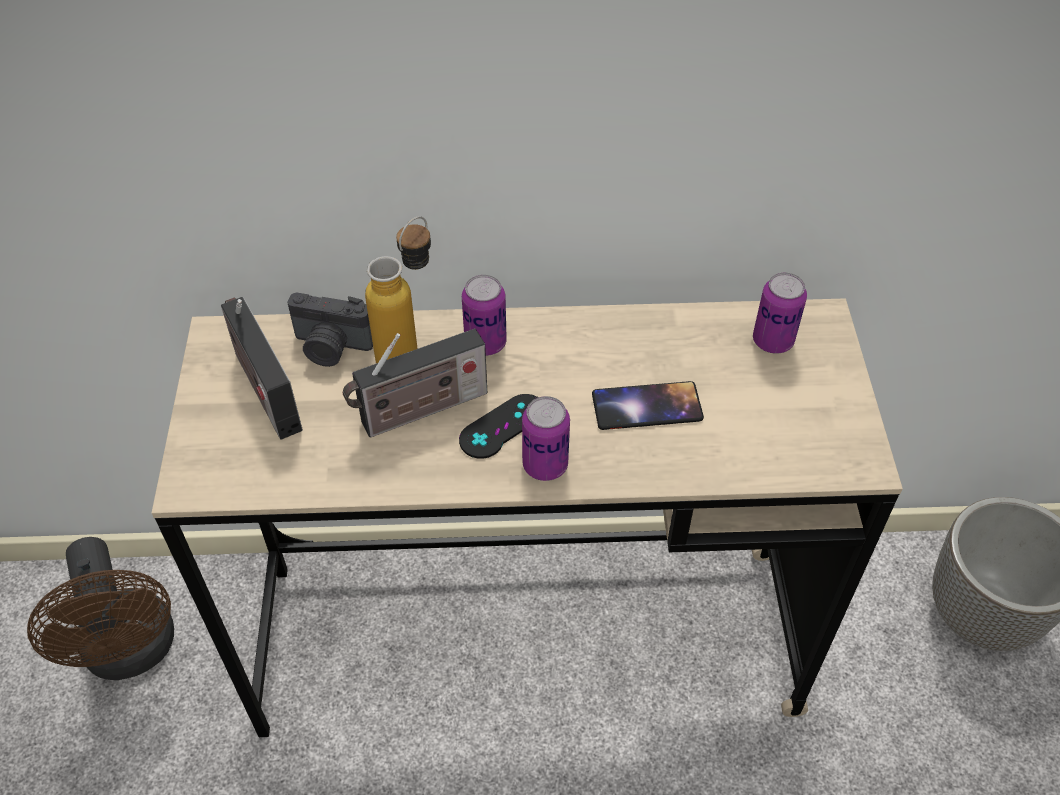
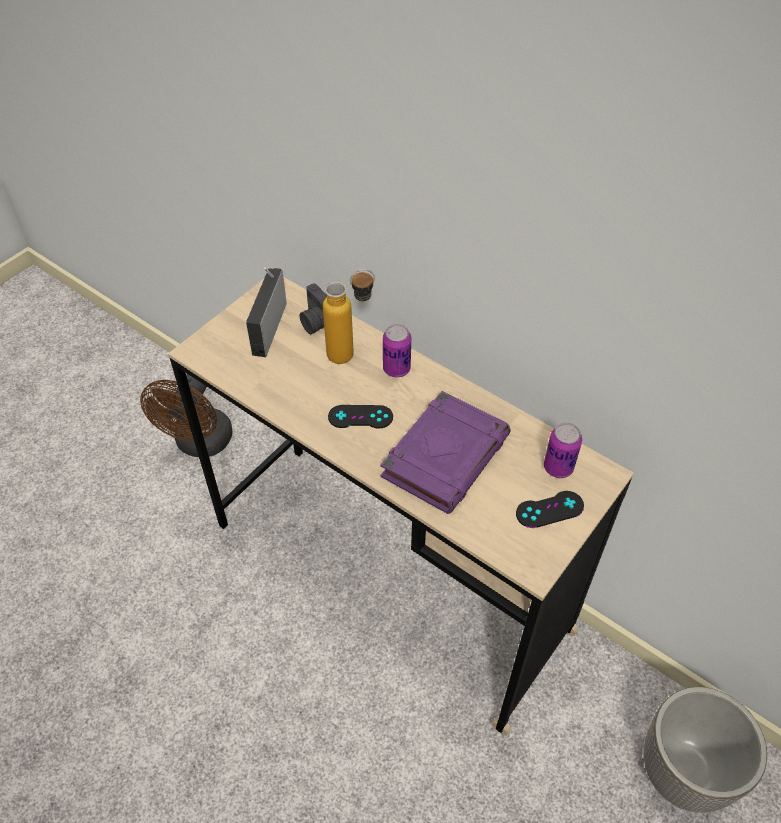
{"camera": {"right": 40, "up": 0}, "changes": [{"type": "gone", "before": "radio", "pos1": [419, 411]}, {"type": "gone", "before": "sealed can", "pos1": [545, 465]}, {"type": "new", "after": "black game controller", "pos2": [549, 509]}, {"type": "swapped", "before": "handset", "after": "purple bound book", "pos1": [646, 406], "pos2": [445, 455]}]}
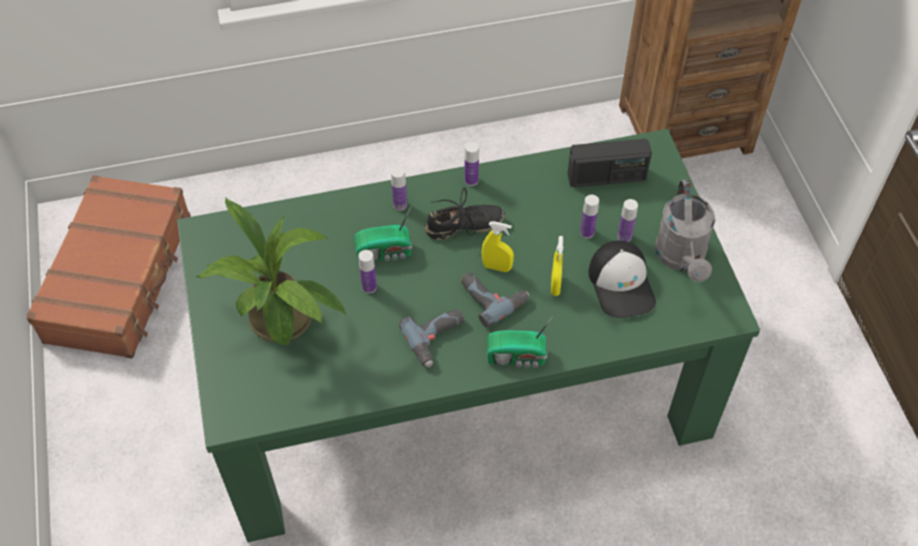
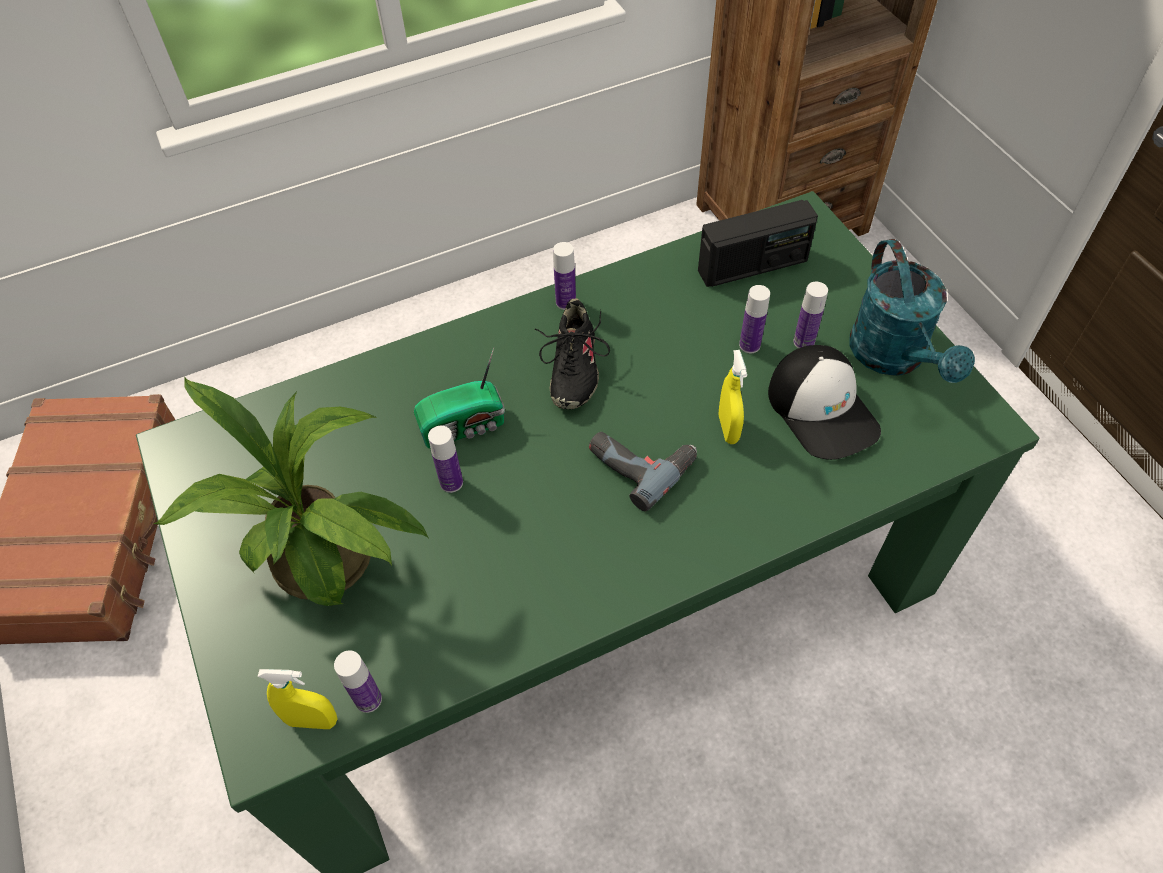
{"camera": {"right": -10, "up": 0}, "changes": [{"type": "gone", "before": "drill", "pos1": [438, 339]}, {"type": "gone", "before": "radio", "pos1": [518, 357]}, {"type": "shifted", "before": "bottle", "pos1": [400, 205], "pos2": [368, 699]}, {"type": "shifted", "before": "yellow-coloured hand sprayer", "pos1": [497, 267], "pos2": [312, 721]}, {"type": "repainted", "before": "greyish watering pot", "after": "turquoise-coloured watering pot", "pos1": [682, 259], "pos2": [894, 357]}, {"type": "rotated", "before": "black shoe", "pos1": [464, 227], "pos2": [572, 368], "turn": 120}]}
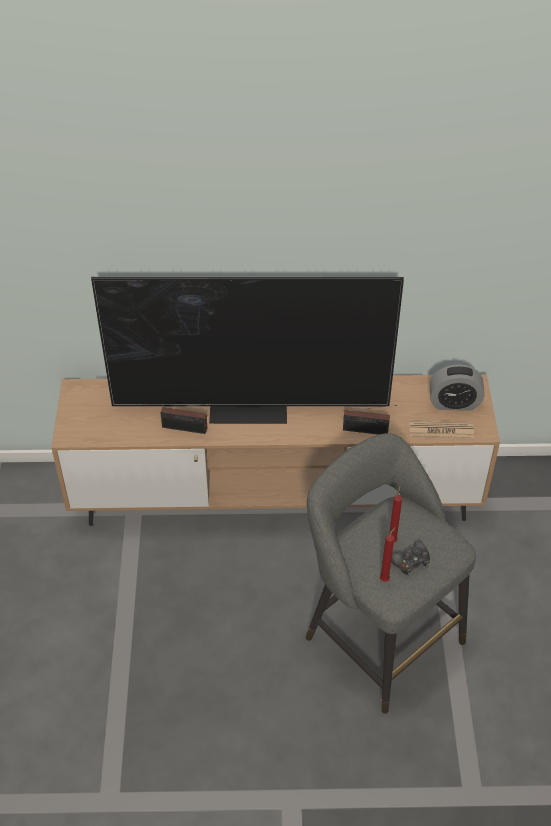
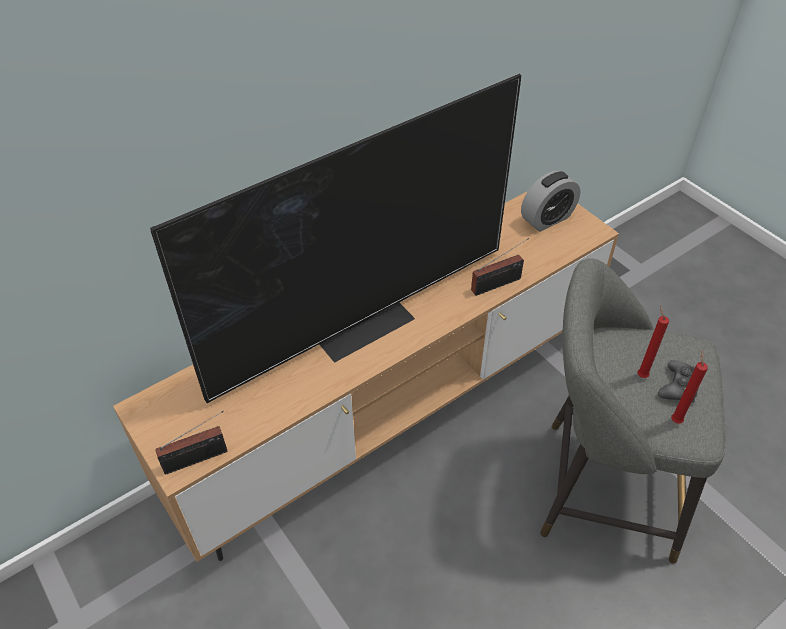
{"camera": {"right": -35, "up": 0}, "changes": [{"type": "gone", "before": "newspaper", "pos1": [441, 430]}, {"type": "shifted", "before": "radio", "pos1": [187, 429], "pos2": [199, 458]}]}
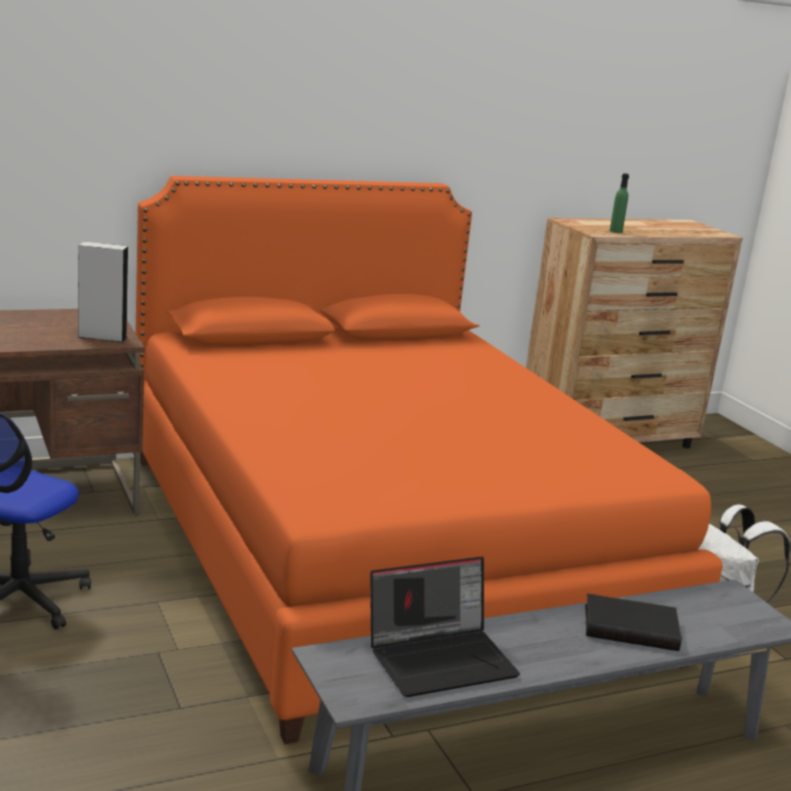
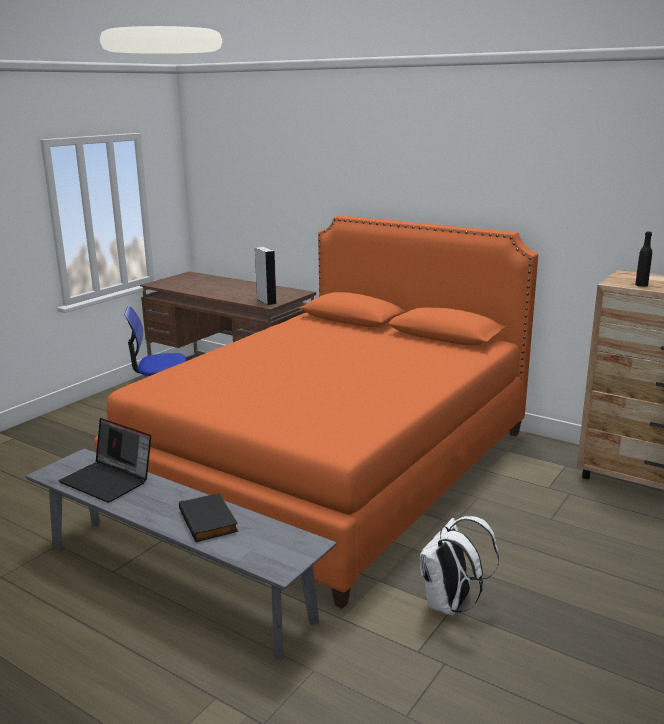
{"camera": {"right": 60, "up": 0}, "changes": [{"type": "repainted", "before": "green-coloured bottle", "after": "black bottle", "pos1": [616, 231], "pos2": [641, 285]}]}
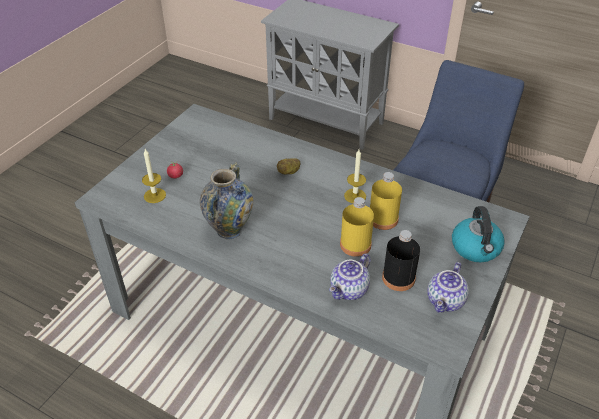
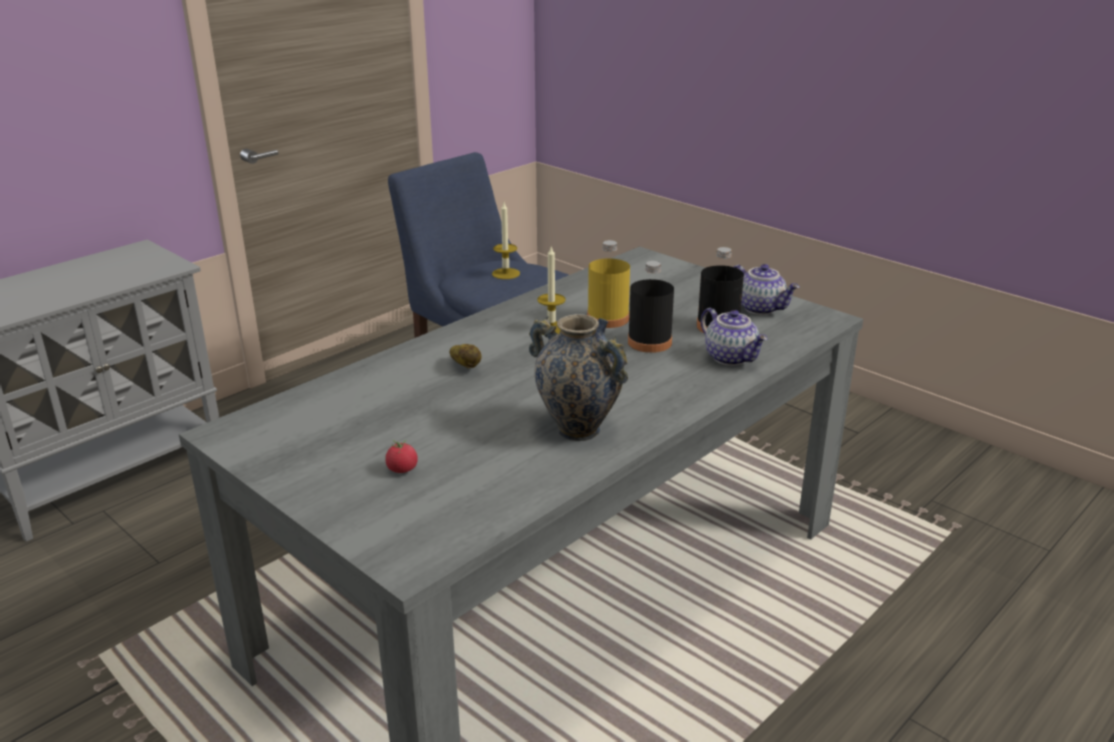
{"camera": {"right": -75, "up": -15}, "changes": [{"type": "gone", "before": "water kettle", "pos1": [476, 248]}, {"type": "shifted", "before": "wax light", "pos1": [155, 195], "pos2": [506, 273]}, {"type": "repainted", "before": "yellow-coloured bottle", "after": "black bottle", "pos1": [355, 245], "pos2": [649, 342]}]}
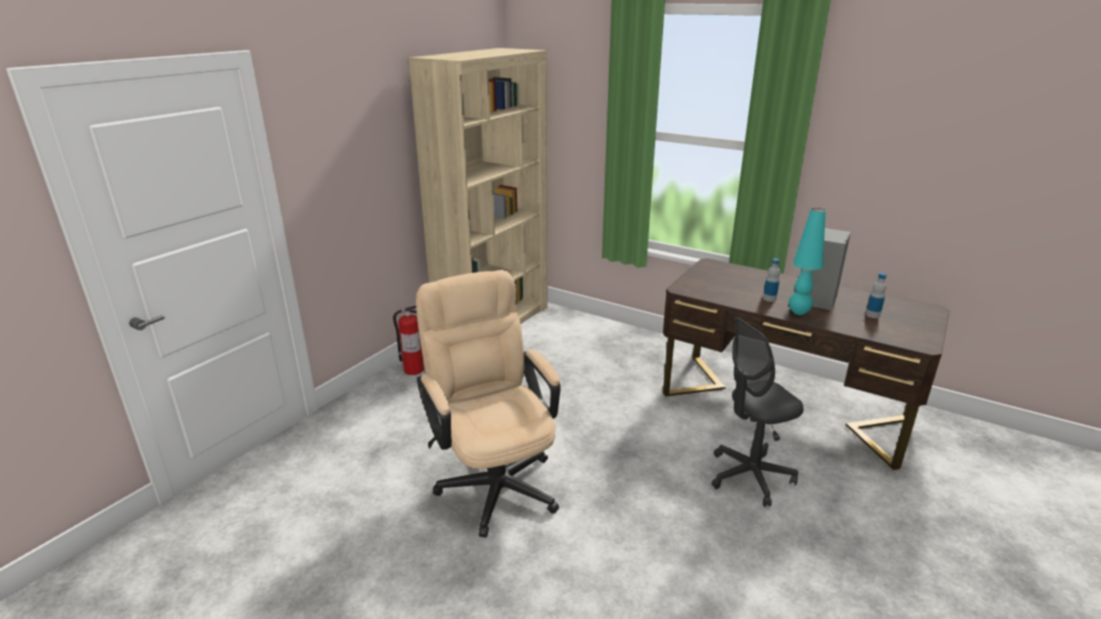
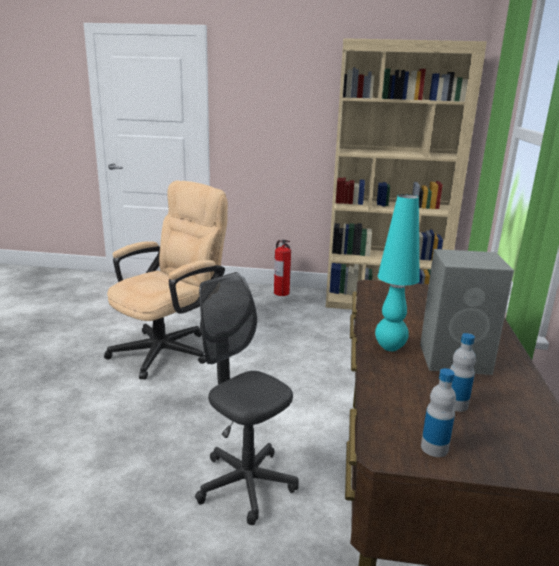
{"camera": {"right": 65, "up": -5}, "changes": [{"type": "shifted", "before": "bottle", "pos1": [769, 299], "pos2": [434, 448]}]}
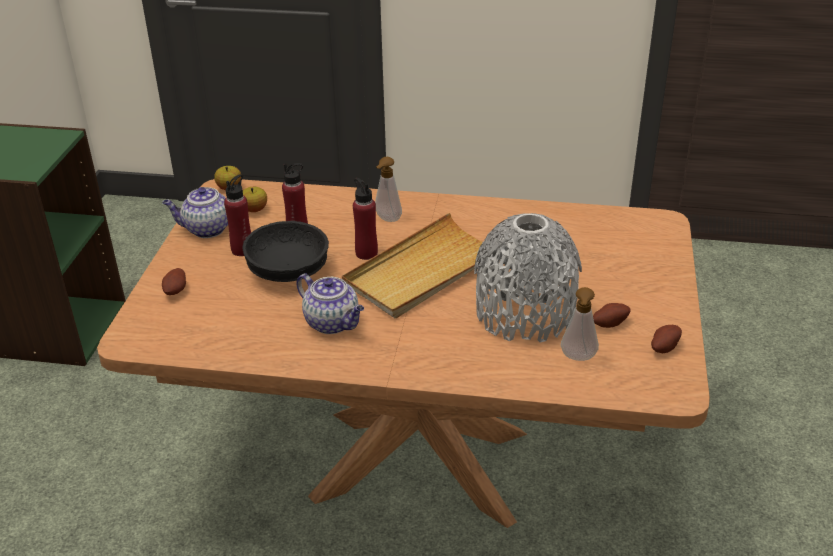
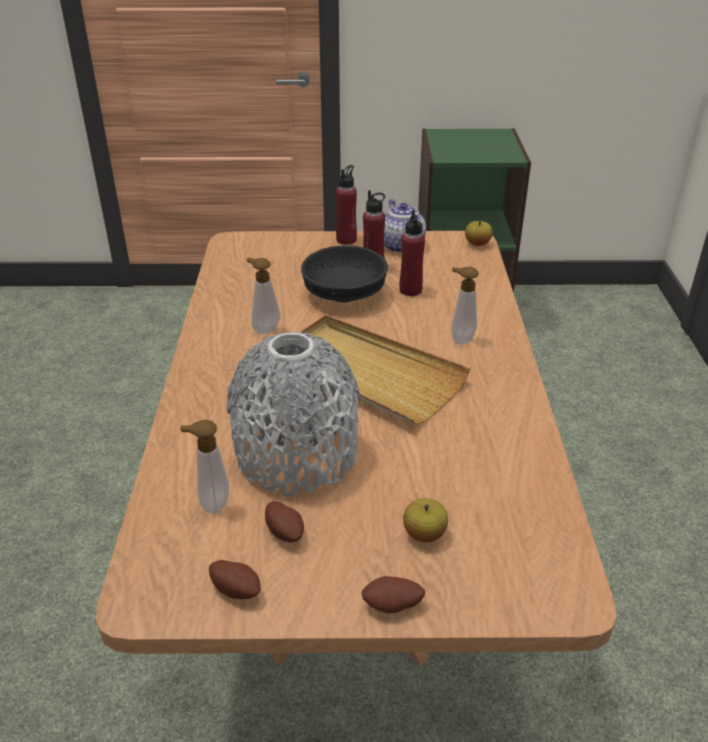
{"camera": {"right": 80, "up": 0}, "changes": [{"type": "shifted", "before": "potato", "pos1": [176, 291], "pos2": [392, 607]}, {"type": "shifted", "before": "whole apple", "pos1": [254, 209], "pos2": [424, 534]}, {"type": "shifted", "before": "reddish bottle", "pos1": [366, 253], "pos2": [346, 240]}, {"type": "swapped", "before": "pot for tea", "after": "soap bottle", "pos1": [333, 323], "pos2": [264, 329]}]}
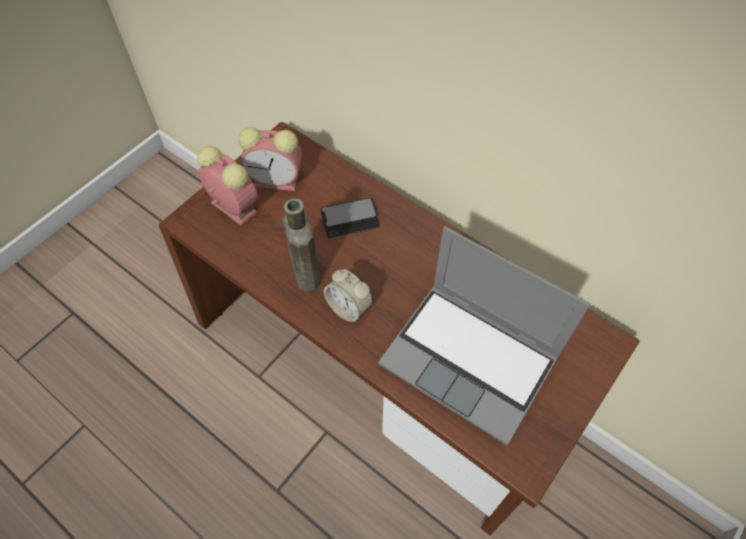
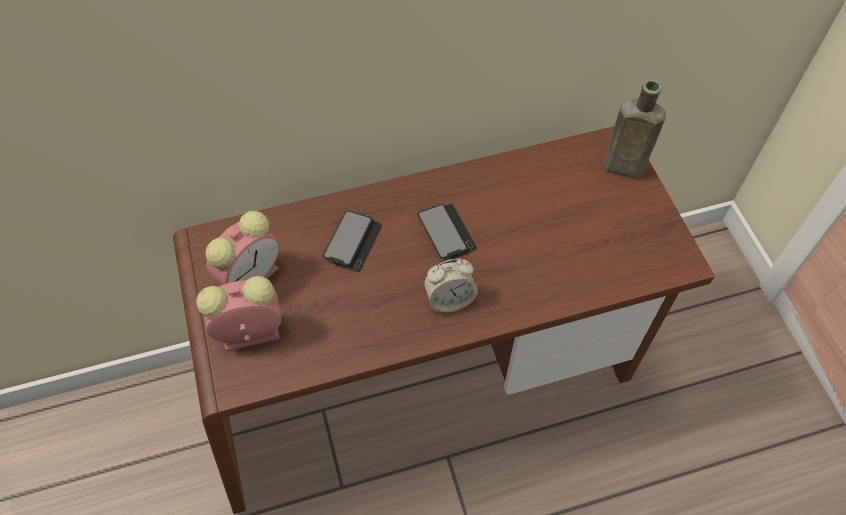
{"camera": {"right": -55, "up": 0}, "changes": [{"type": "gone", "before": "laptop", "pos1": [471, 361]}, {"type": "new", "after": "handset", "pos2": [446, 232]}, {"type": "shifted", "before": "brownish bottle", "pos1": [305, 271], "pos2": [620, 166]}]}
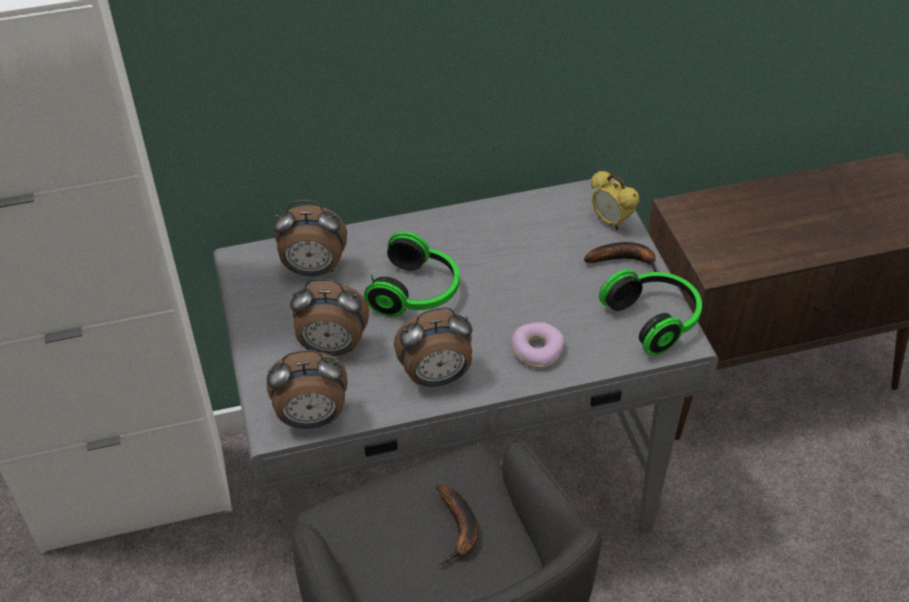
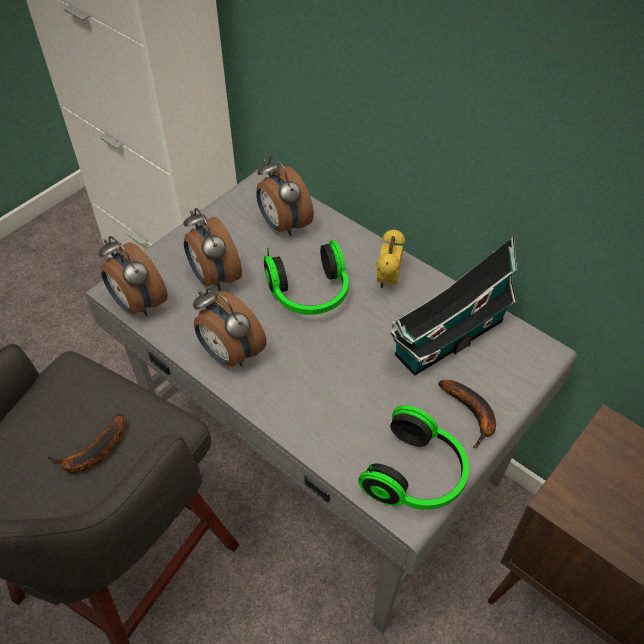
{"camera": {"right": 55, "up": 5}, "changes": [{"type": "gone", "before": "donut", "pos1": [536, 350]}, {"type": "new", "after": "toy house", "pos2": [445, 340]}, {"type": "shifted", "before": "table clock", "pos1": [611, 222], "pos2": [387, 280]}]}
